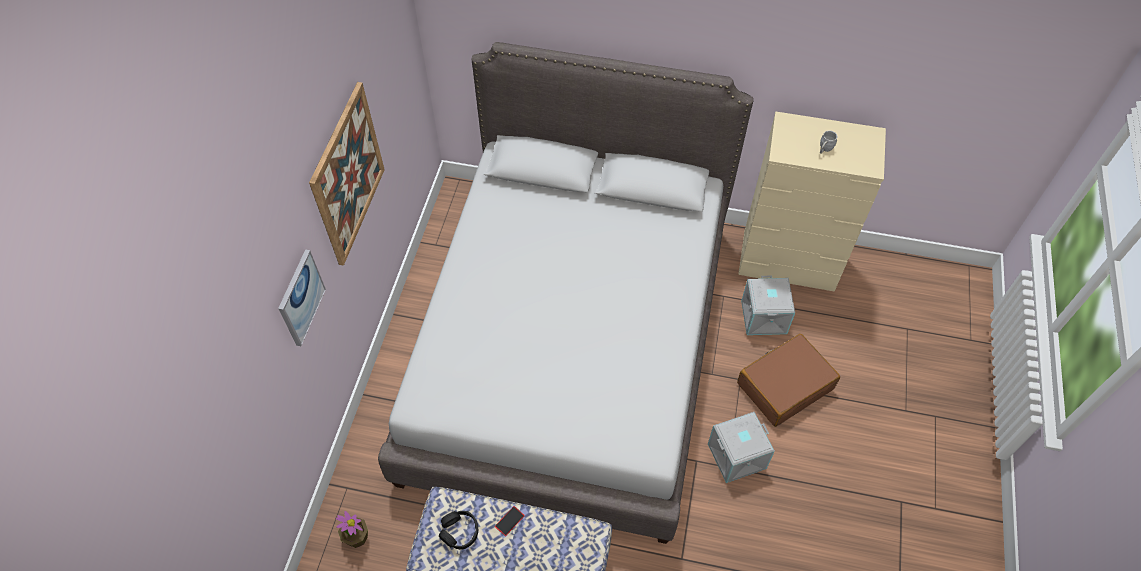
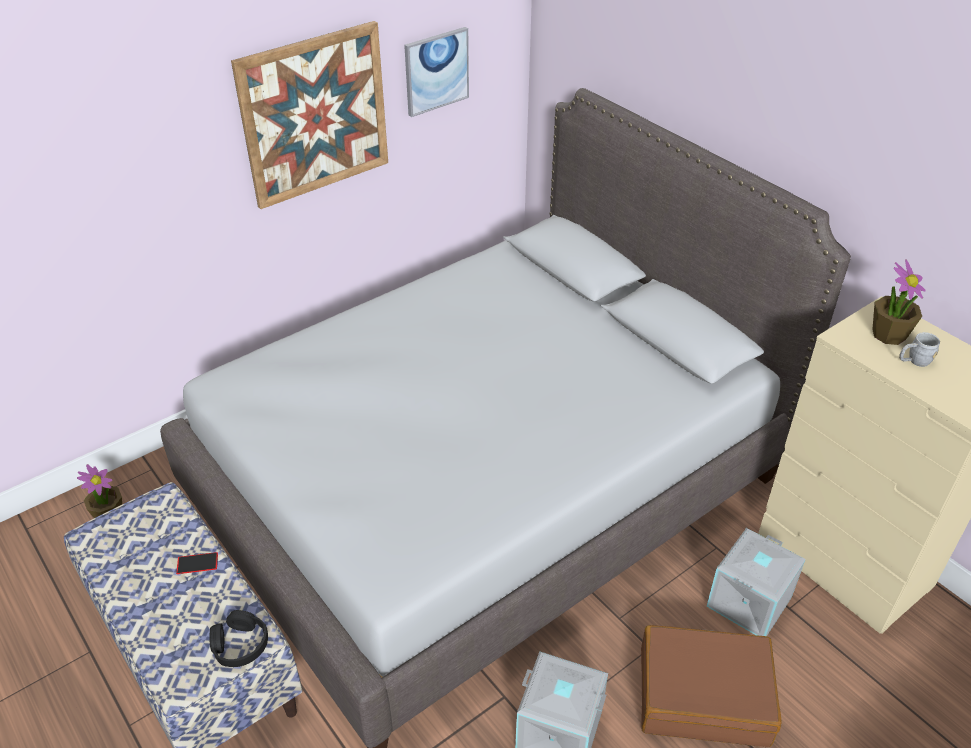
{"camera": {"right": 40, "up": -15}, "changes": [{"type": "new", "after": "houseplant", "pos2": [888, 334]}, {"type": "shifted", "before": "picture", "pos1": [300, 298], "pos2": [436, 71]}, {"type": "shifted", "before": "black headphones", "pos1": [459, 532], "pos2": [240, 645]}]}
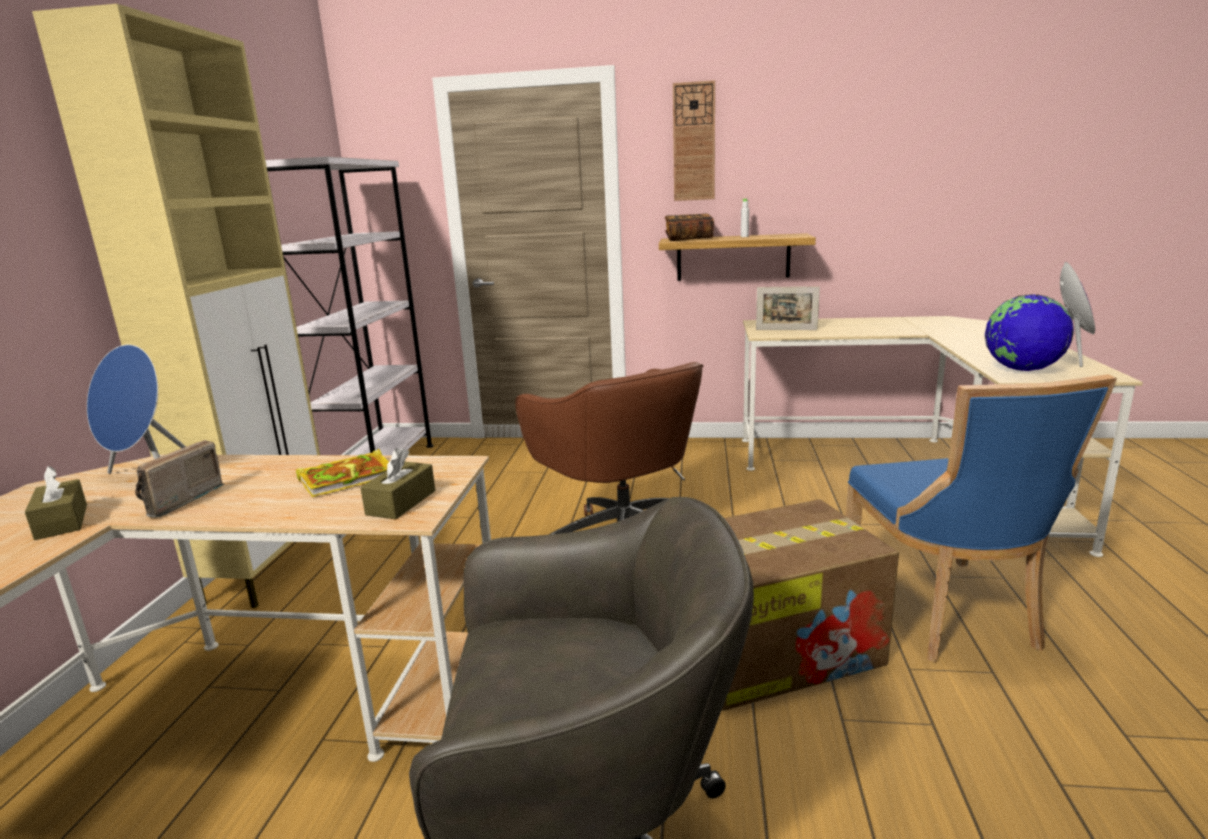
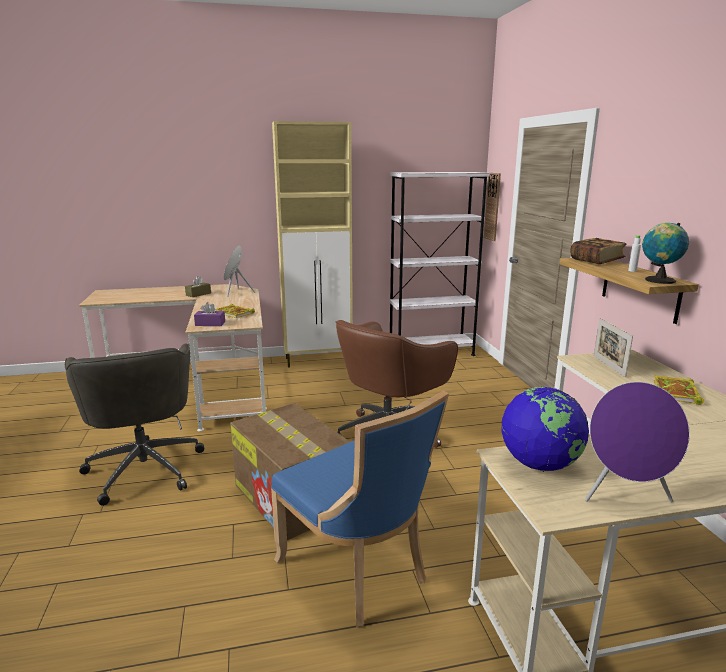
{"camera": {"right": 70, "up": 0}, "changes": [{"type": "gone", "before": "radio", "pos1": [176, 501]}, {"type": "new", "after": "globe", "pos2": [657, 280]}, {"type": "new", "after": "bound book", "pos2": [676, 393]}, {"type": "shifted", "before": "hanging clock", "pos1": [694, 142], "pos2": [492, 206]}, {"type": "repainted", "before": "brownish tissue holder", "after": "purple tissue holder", "pos1": [401, 502], "pos2": [210, 324]}, {"type": "rotated", "before": "blue chair", "pos1": [944, 612], "pos2": [357, 571], "turn": -105}]}
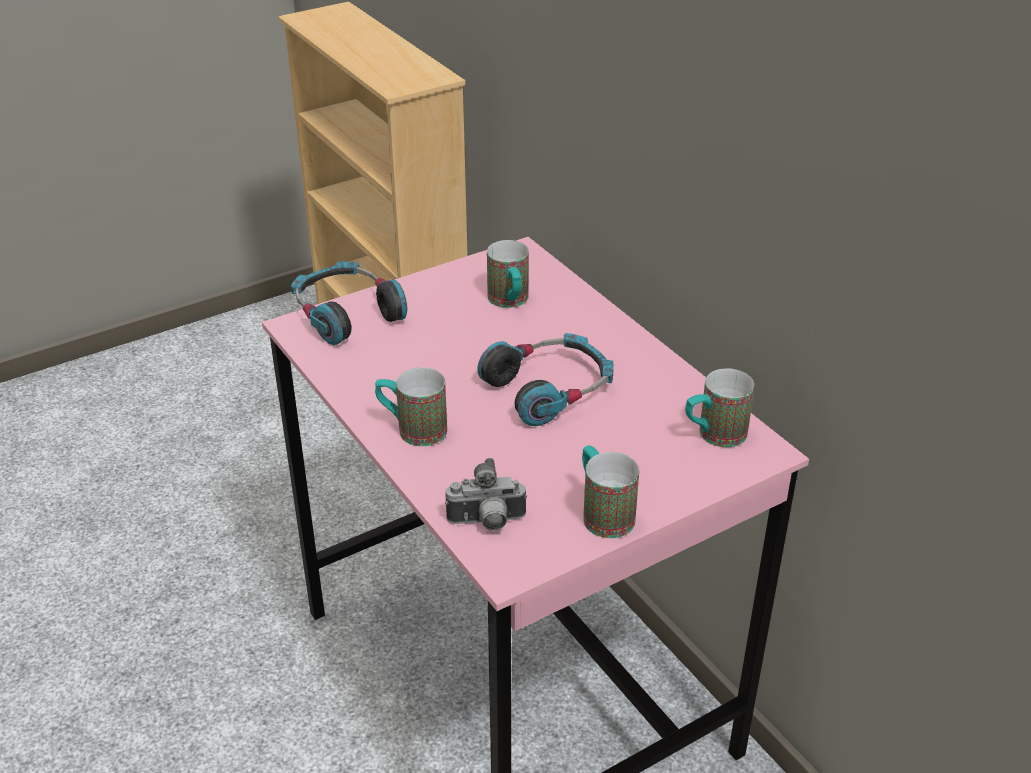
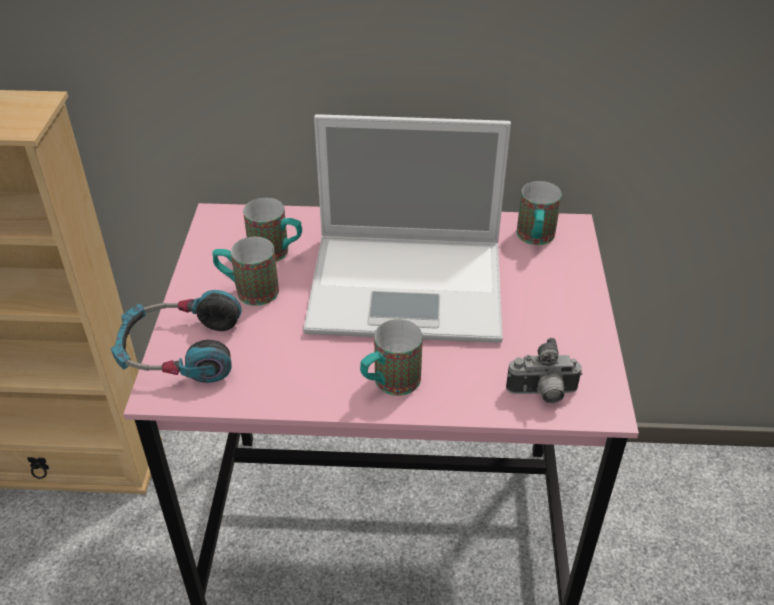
{"camera": {"right": -55, "up": 5}, "changes": [{"type": "shifted", "before": "coffee mug", "pos1": [602, 512], "pos2": [248, 291]}, {"type": "swapped", "before": "headphones", "after": "laptop", "pos1": [549, 389], "pos2": [410, 286]}, {"type": "rotated", "before": "photo camera", "pos1": [487, 523], "pos2": [542, 394], "turn": 60}]}
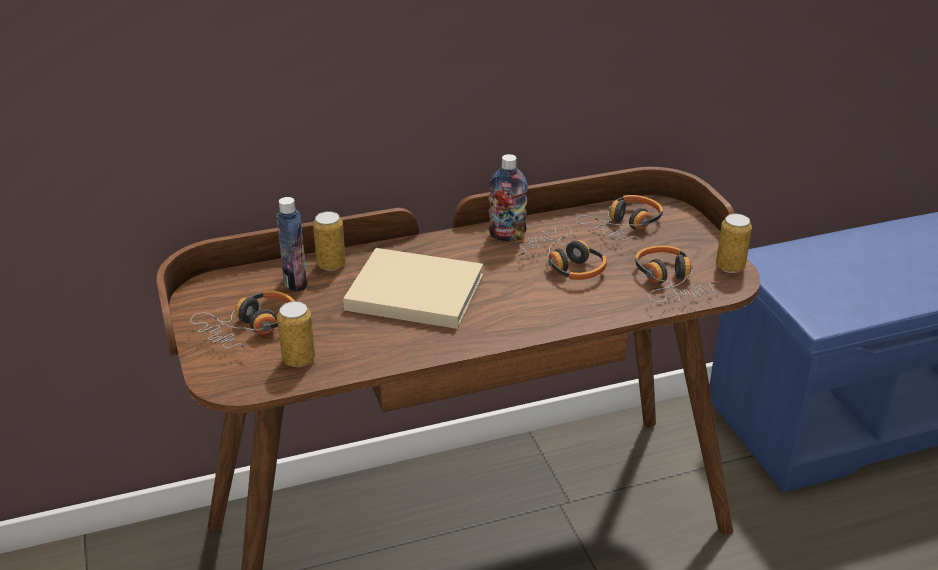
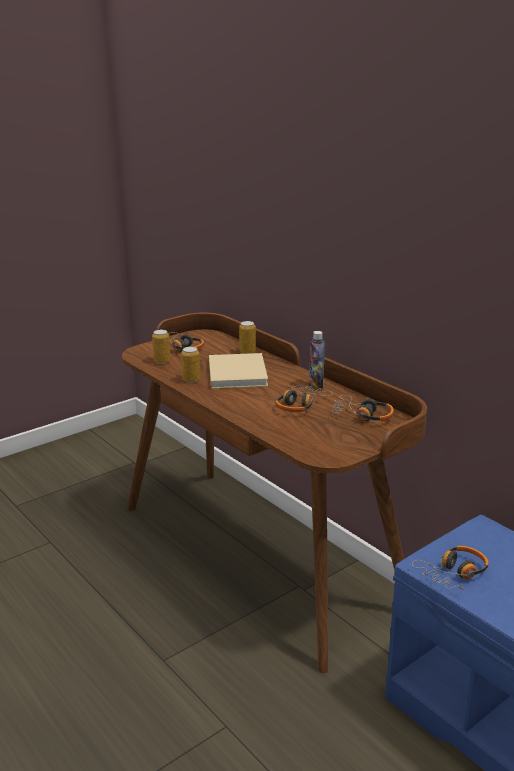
{"camera": {"right": 70, "up": -10}, "changes": [{"type": "gone", "before": "bottle", "pos1": [295, 282]}, {"type": "shifted", "before": "headphones", "pos1": [670, 283], "pos2": [454, 574]}, {"type": "shifted", "before": "sealed can", "pos1": [730, 267], "pos2": [191, 380]}]}
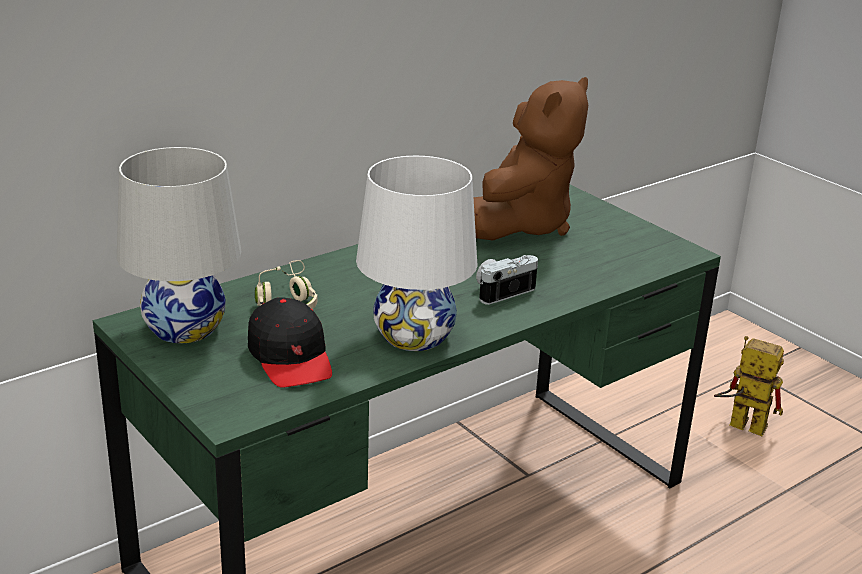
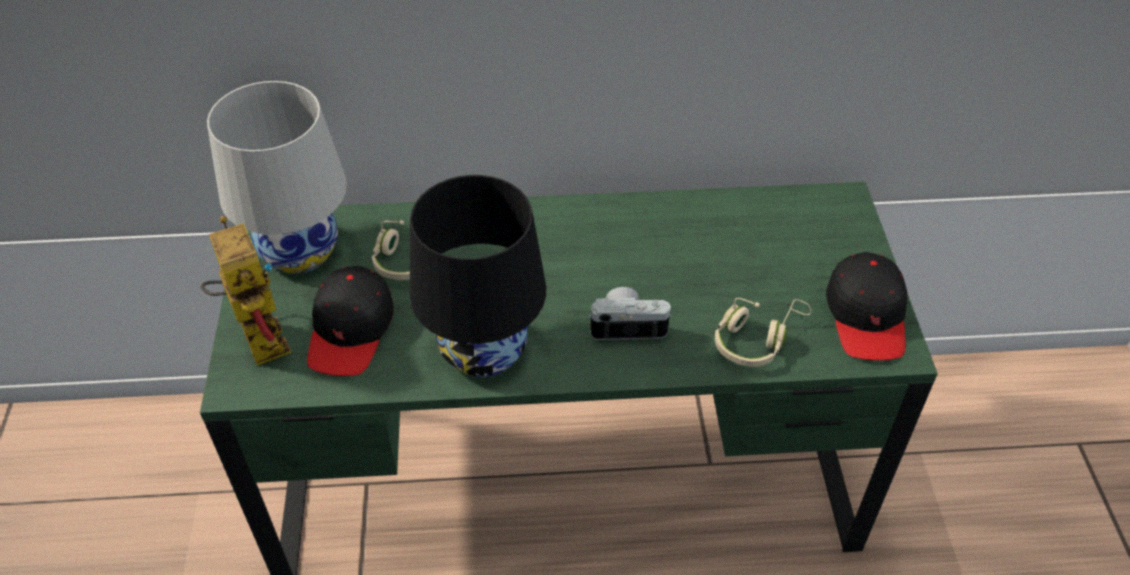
{"camera": {"right": 35, "up": 20}, "changes": [{"type": "gone", "before": "brownish cuddly toy", "pos1": [522, 224]}, {"type": "new", "after": "sand-coloured headphones", "pos2": [756, 338]}, {"type": "new", "after": "black peaked cap", "pos2": [866, 316]}, {"type": "shifted", "before": "model robot", "pos1": [738, 425], "pos2": [257, 334]}, {"type": "repainted", "before": "white-coloured table lamp", "after": "black table lamp", "pos1": [413, 336], "pos2": [483, 351]}]}
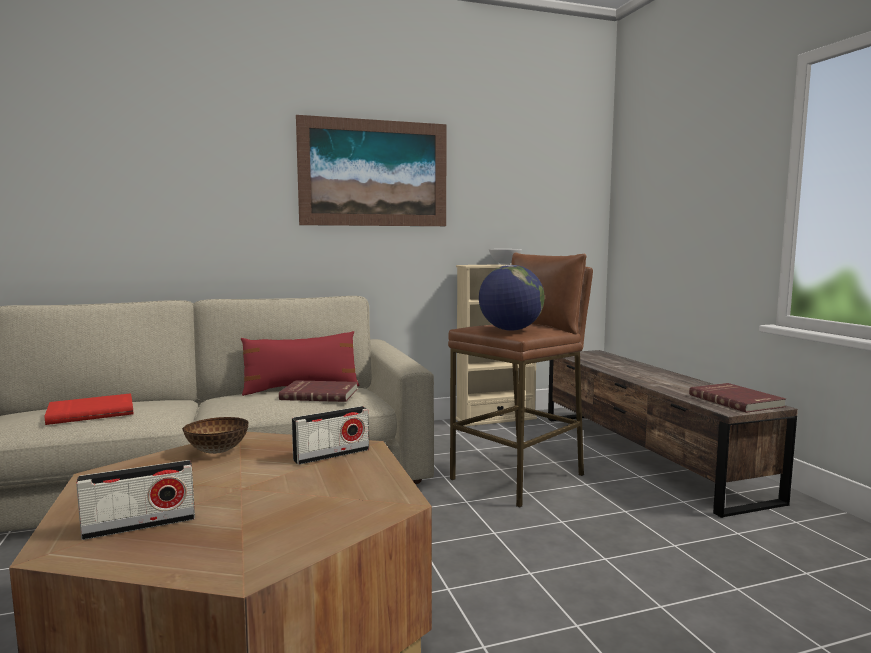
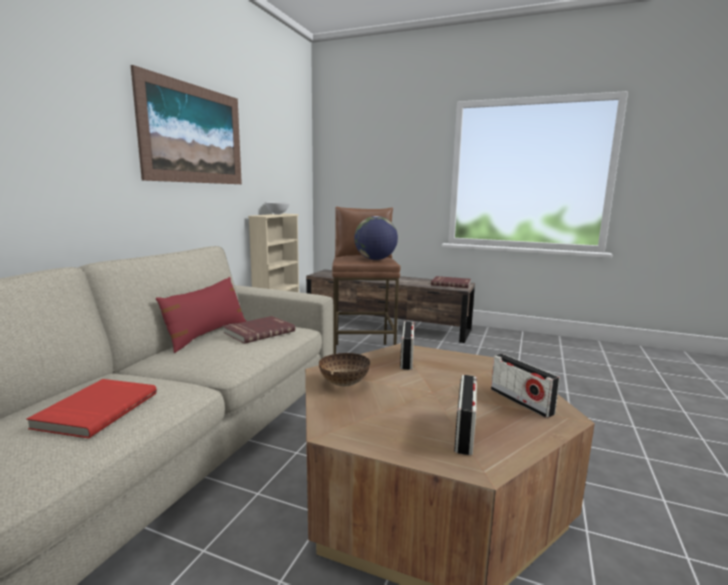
{"camera": {"right": -50, "up": 5}, "changes": [{"type": "new", "after": "radio", "pos2": [521, 401]}]}
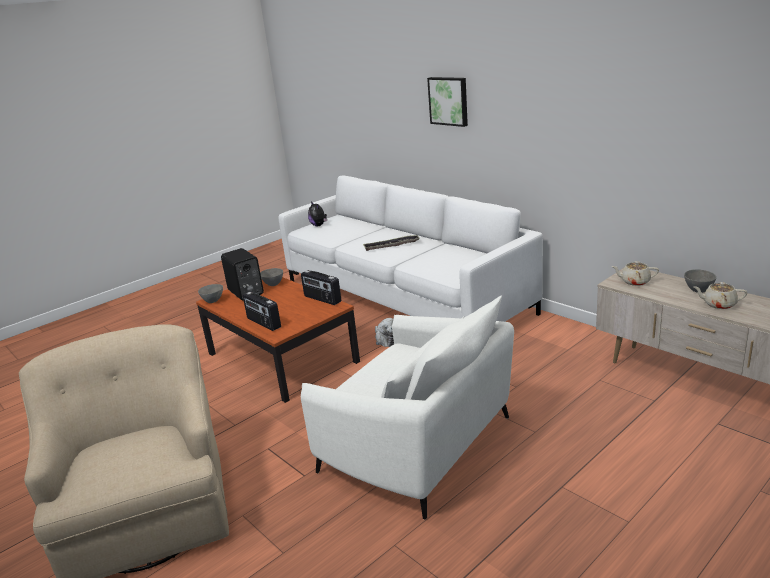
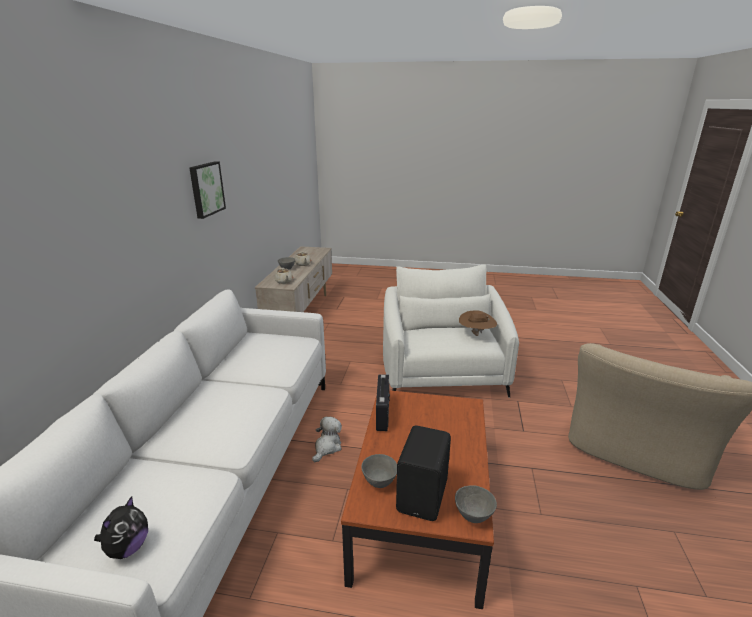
{"camera": {"right": -130, "up": 0}, "changes": [{"type": "gone", "before": "radio", "pos1": [263, 323]}, {"type": "gone", "before": "serving tray", "pos1": [391, 245]}, {"type": "new", "after": "brownish hat", "pos2": [476, 335]}, {"type": "shifted", "before": "picture", "pos1": [449, 101], "pos2": [206, 189]}]}
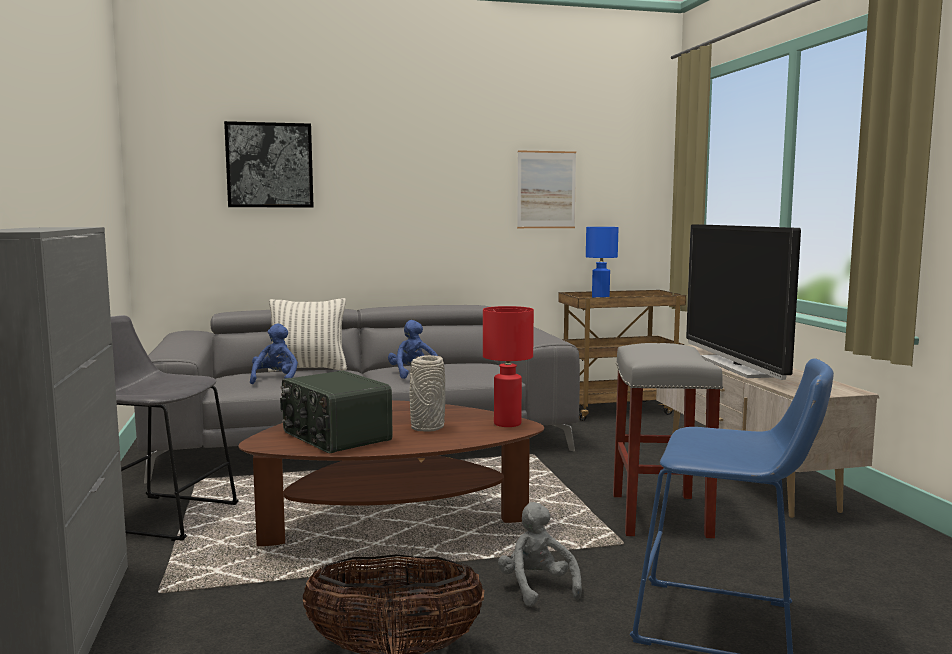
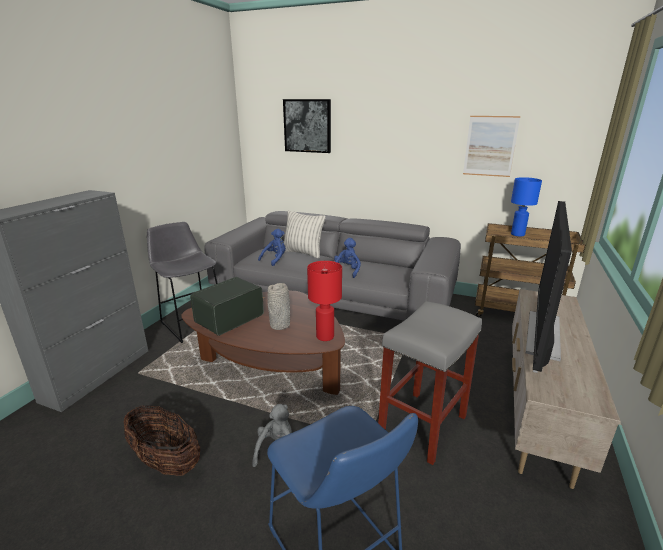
{"camera": {"right": 35, "up": 15}, "changes": [{"type": "rotated", "before": "radio", "pos1": [334, 437], "pos2": [229, 318], "turn": 45}]}
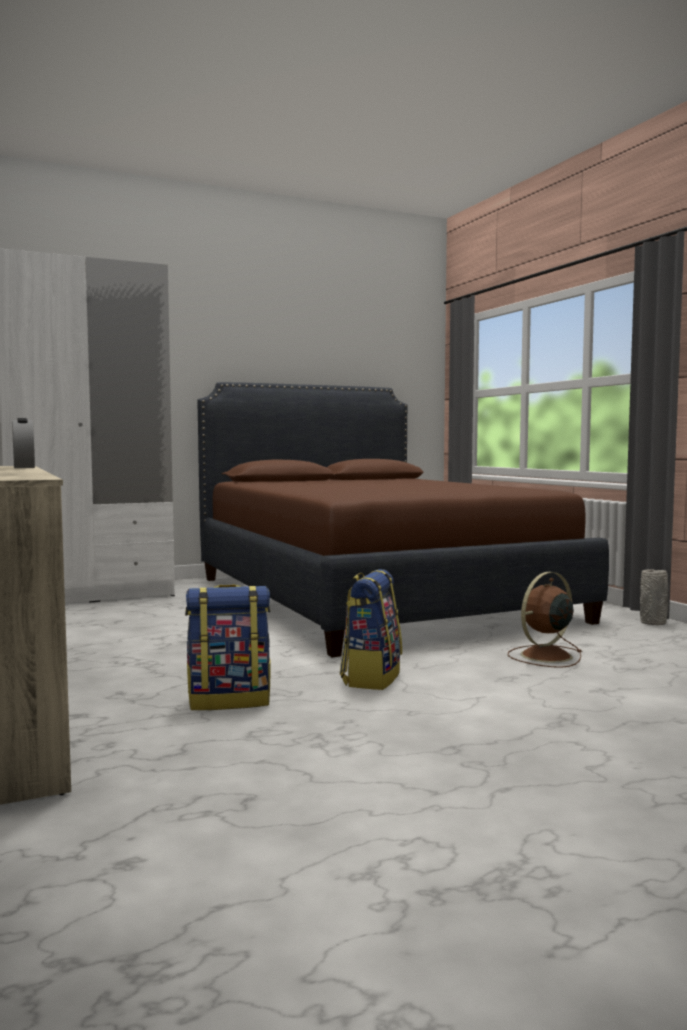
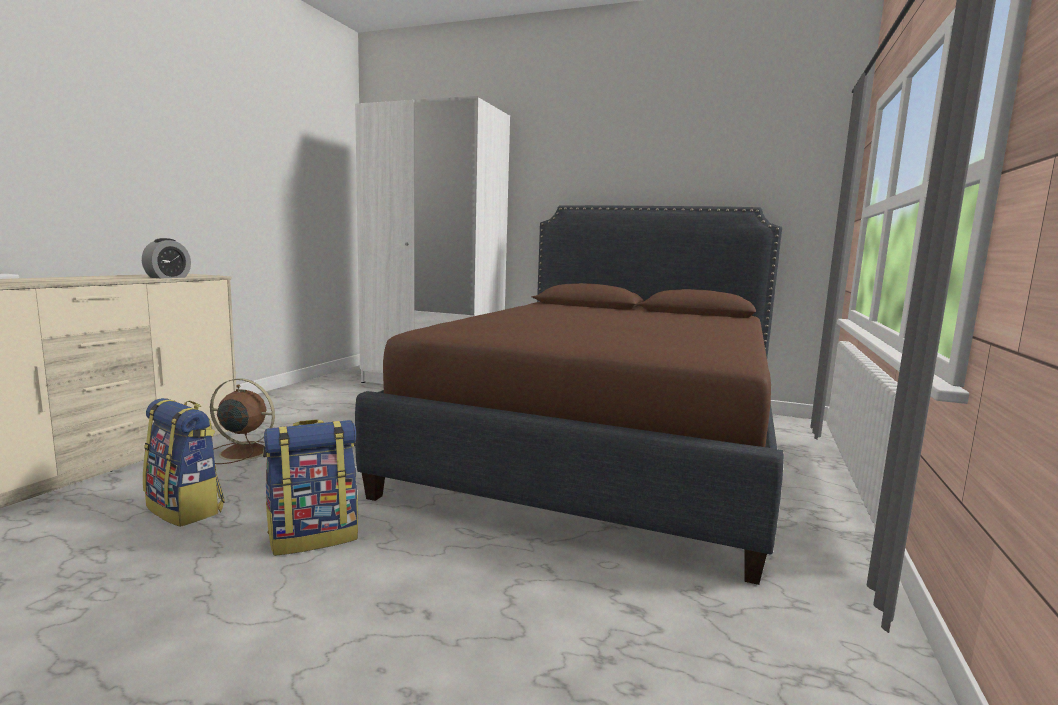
{"camera": {"right": 45, "up": 5}, "changes": [{"type": "gone", "before": "greyish flower vase", "pos1": [653, 623]}, {"type": "shifted", "before": "brownish cooling fan", "pos1": [544, 656], "pos2": [242, 452]}]}
